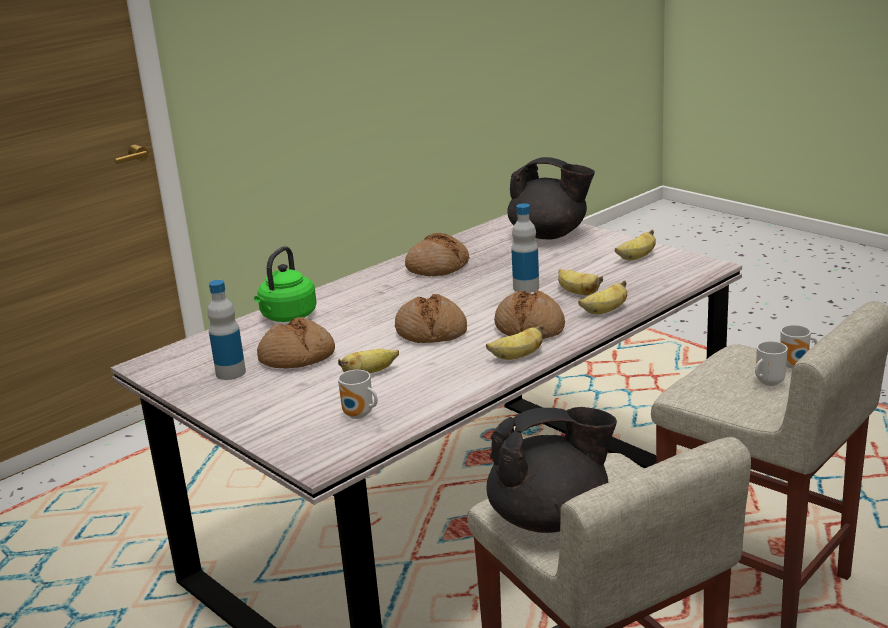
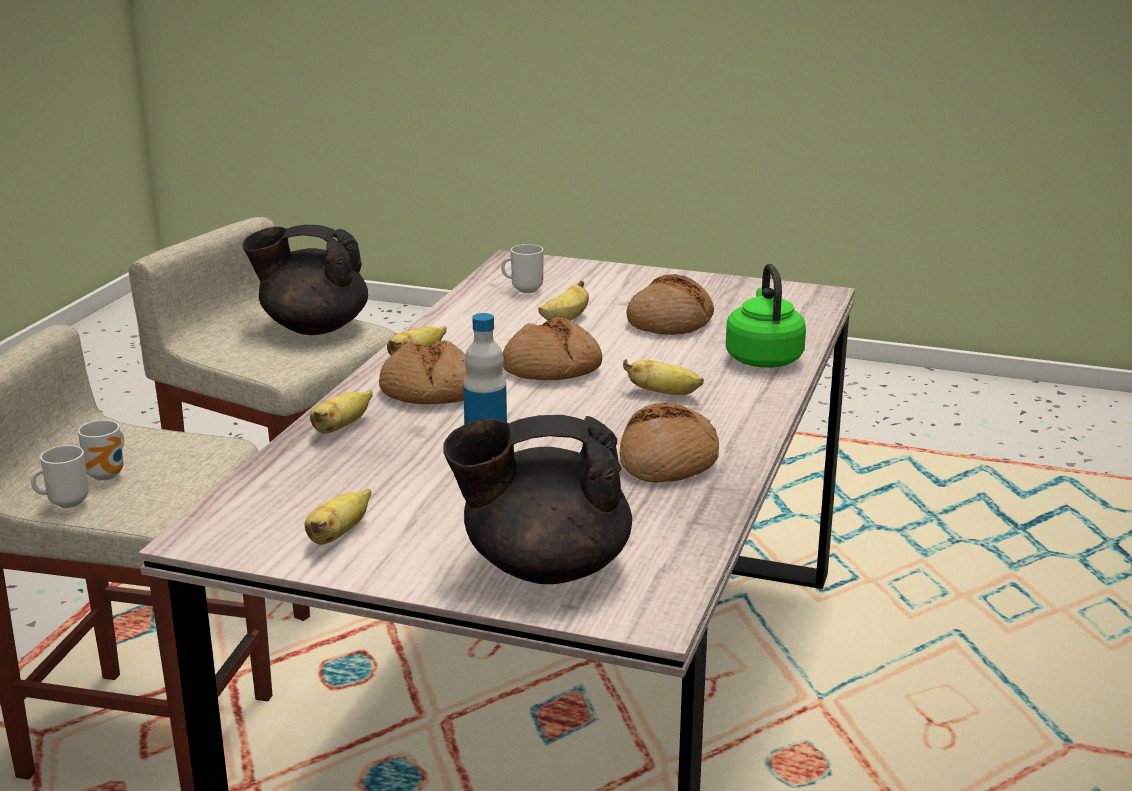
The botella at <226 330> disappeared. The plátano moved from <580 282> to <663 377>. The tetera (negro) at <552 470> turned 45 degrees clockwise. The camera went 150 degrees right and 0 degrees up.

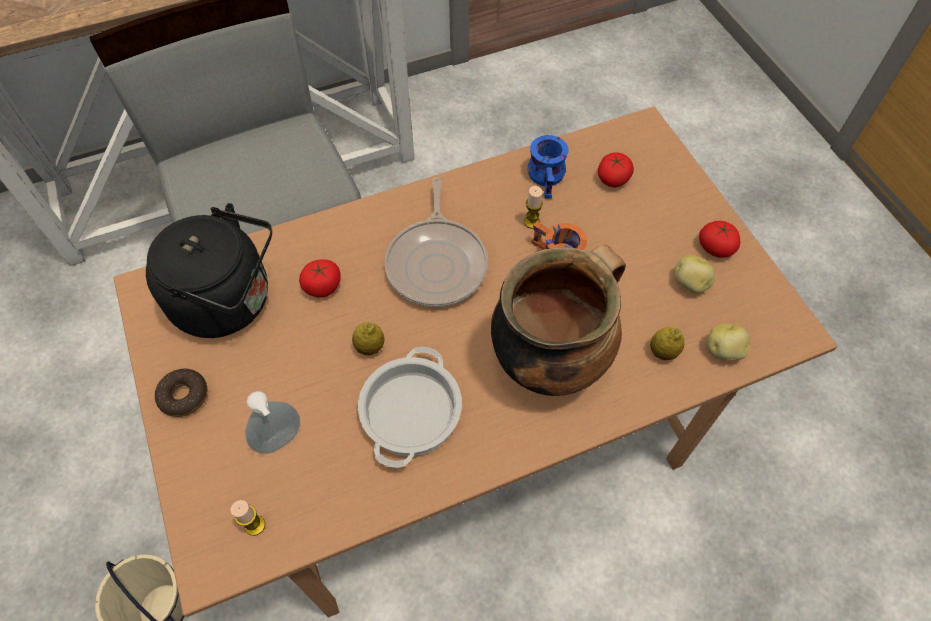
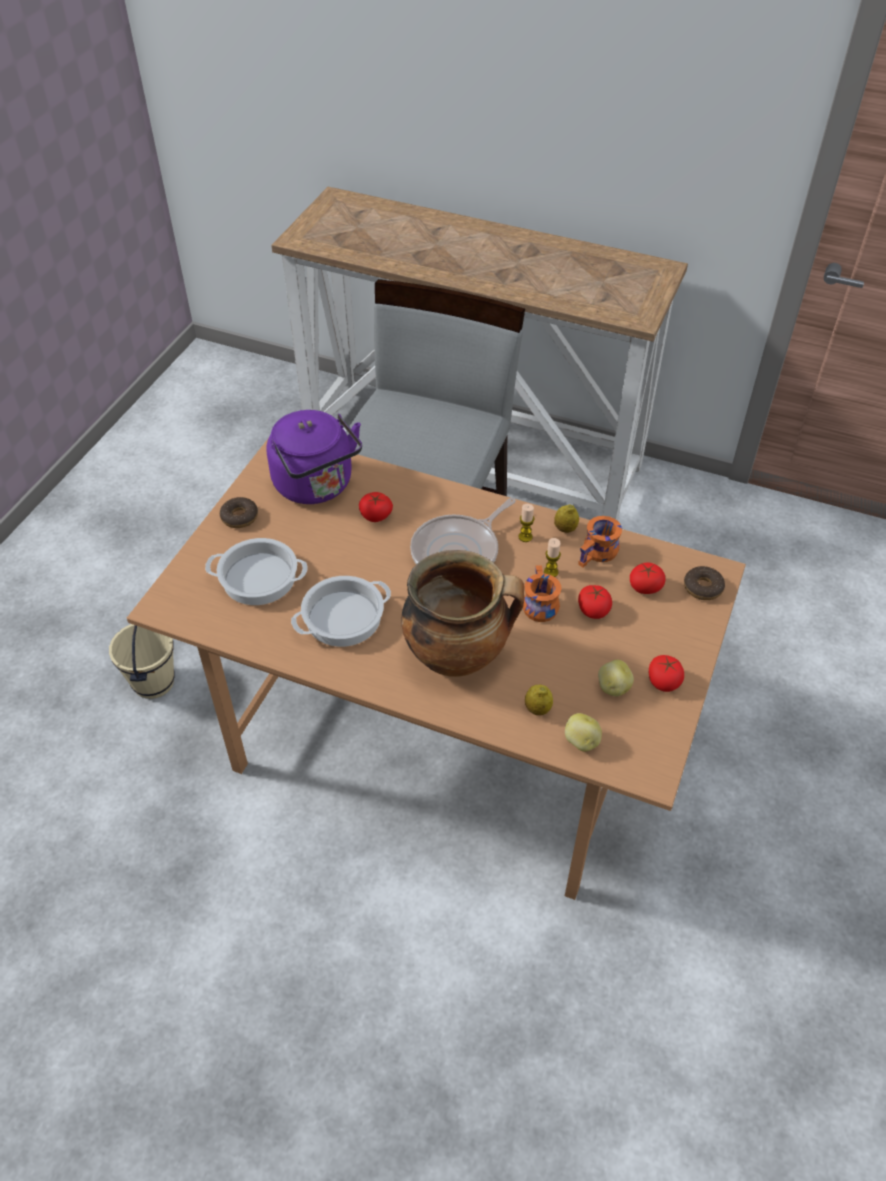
The tomate at <595 602> appeared. The rosquilla at <704 583> appeared. The vela moved from <248 518> to <526 523>. The limón moved from <368 338> to <566 518>. The dispensador de jabón at <272 422> was replaced by the olla at <256 571>. The hervidor (negro) at <209 270> became the hervidor (morado) at <314 457>. The taza grande (azul) at <548 167> became the taza grande (naranja) at <600 542>. The camera went 45 degrees right and 10 degrees down.

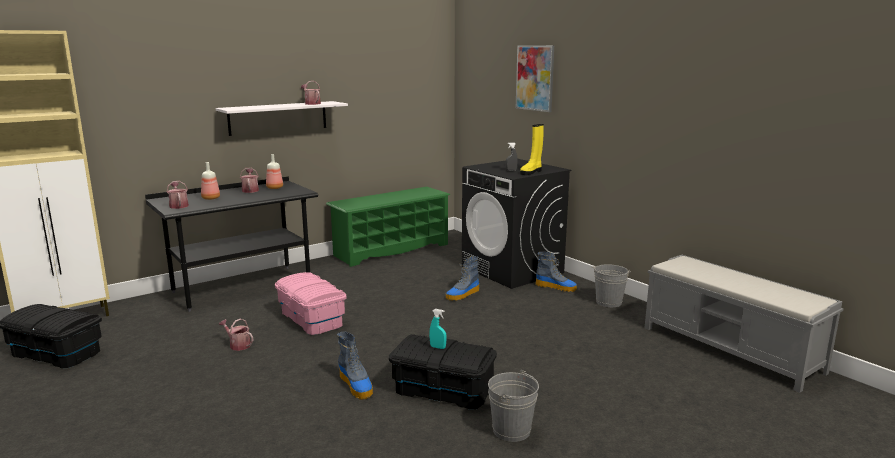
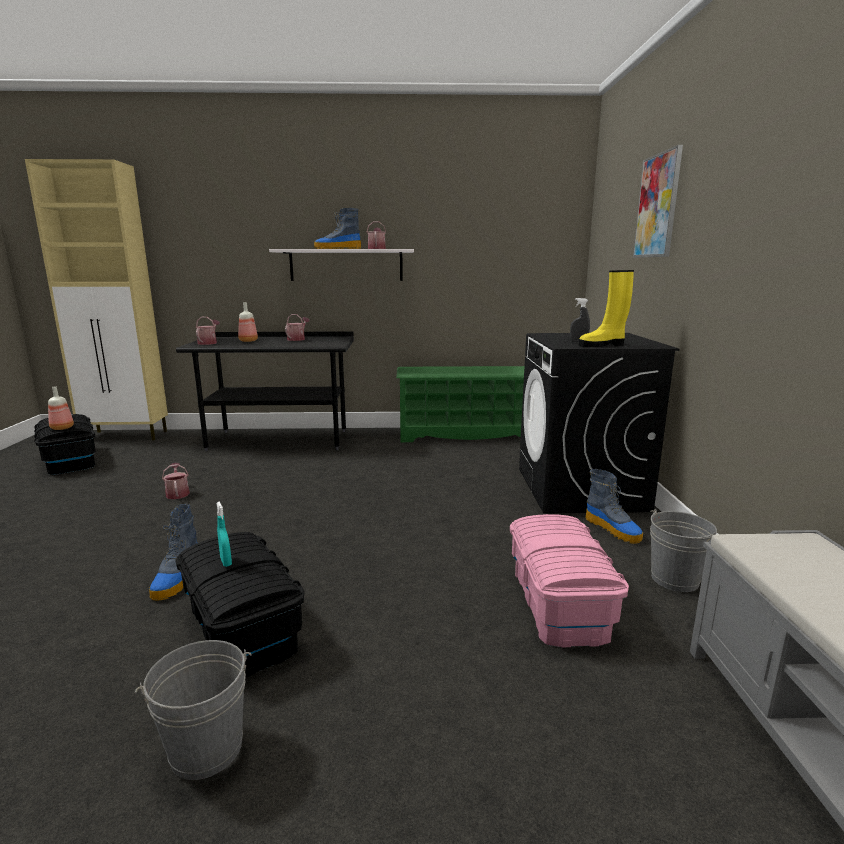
The botella moved from <274 171> to <61 408>. The caja de almacenaje (rosa) moved from <310 303> to <569 581>. The bota moved from <462 278> to <337 228>. The camera went 35 degrees right and 0 degrees up.

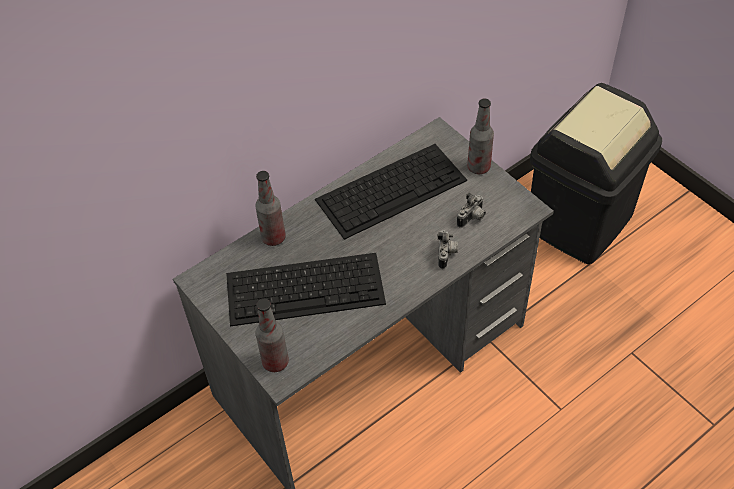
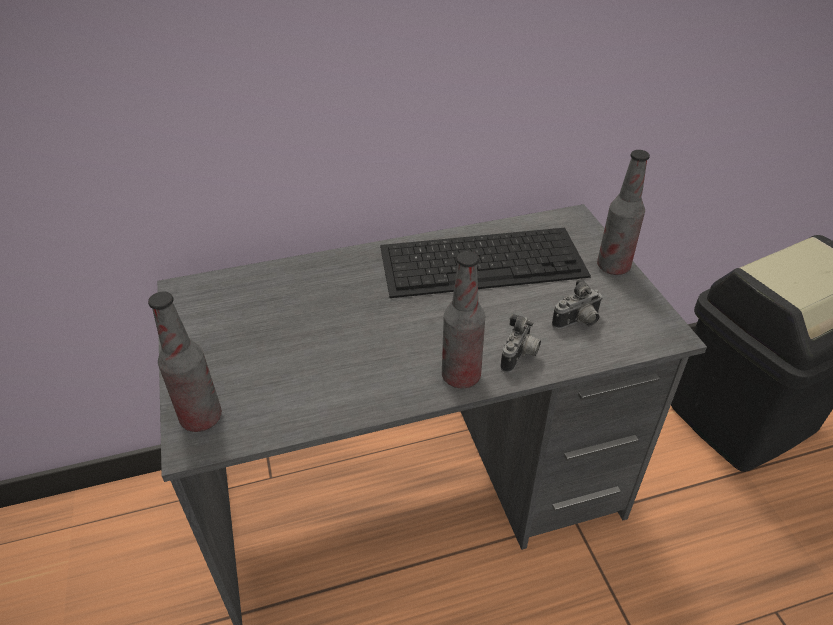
The teclado at <306 290> disappeared. The botella moved from <270 208> to <463 319>. The camera went 20 degrees right and 10 degrees down.

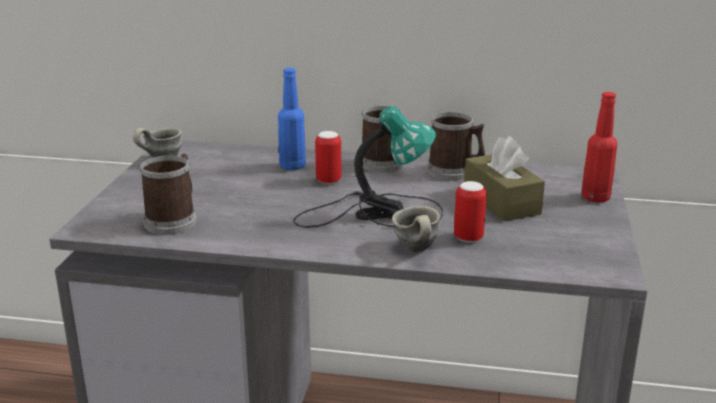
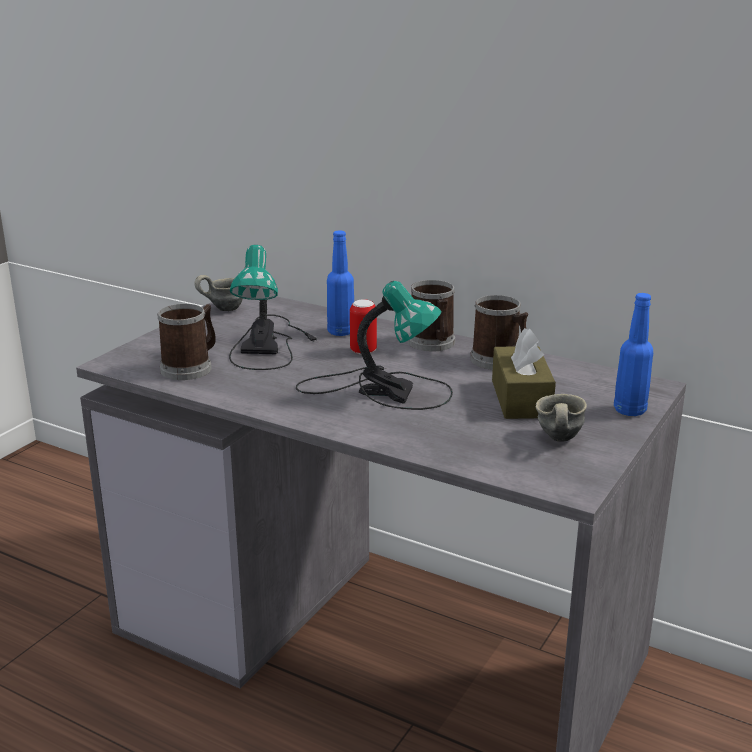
The lata at <470 211> disappeared. The lámpara de mesa at <273 307> appeared. The taza grande (gris) moved from <416 229> to <561 418>. The botella (rojo) at <599 147> became the botella (azul) at <633 354>. The camera went 20 degrees right and 0 degrees up.

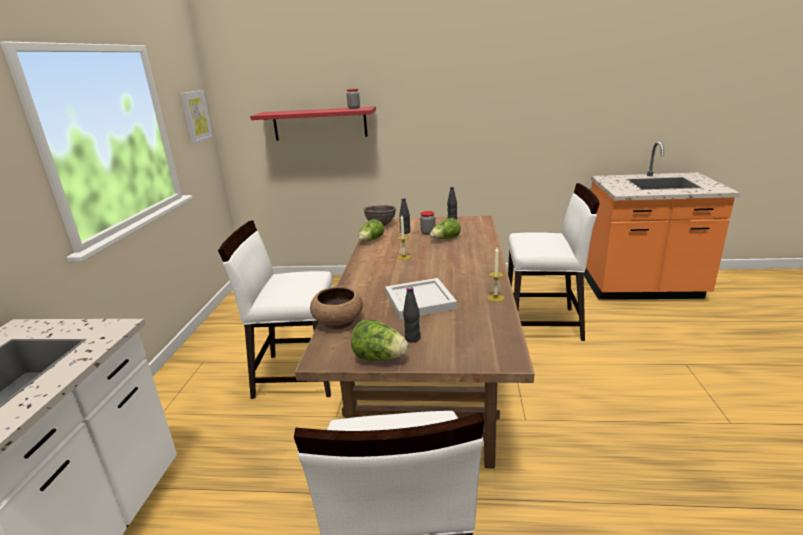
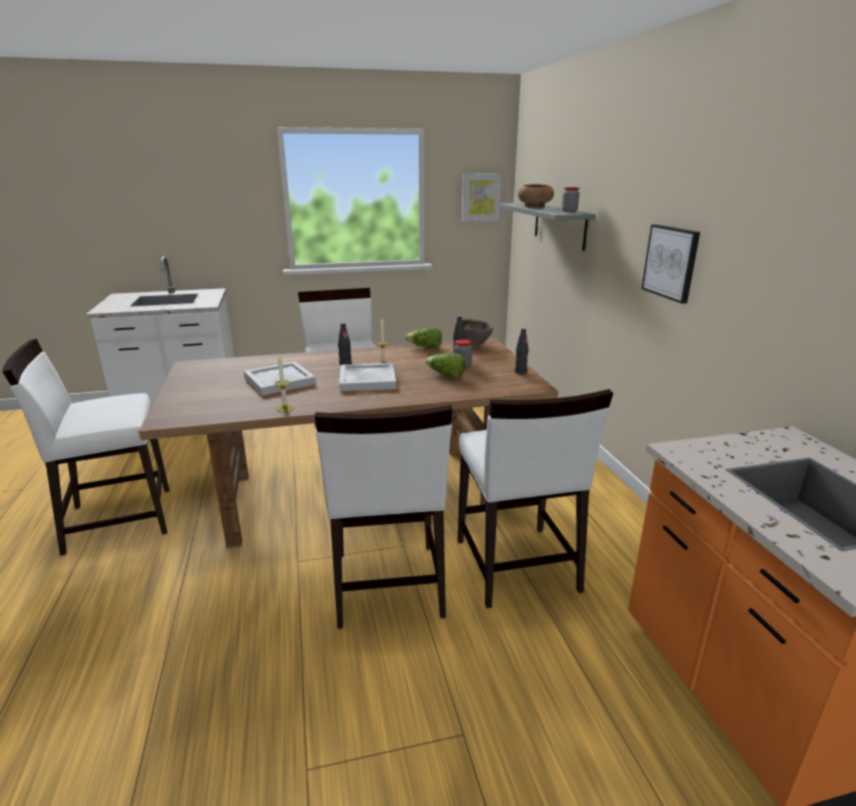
The lechuga at <379 339> disappeared. The silla (blanco) at <384 517> appeared. The bandeja (blanco) at <367 377> appeared. The cuadro at <670 264> appeared. The cuenco (marrón) moved from <336 308> to <536 196>. The botella (negro) moved from <412 315> to <345 344>. The estante (rojo) at <313 124> became the estante (gris) at <548 227>. The camera went 70 degrees right and 0 degrees up.

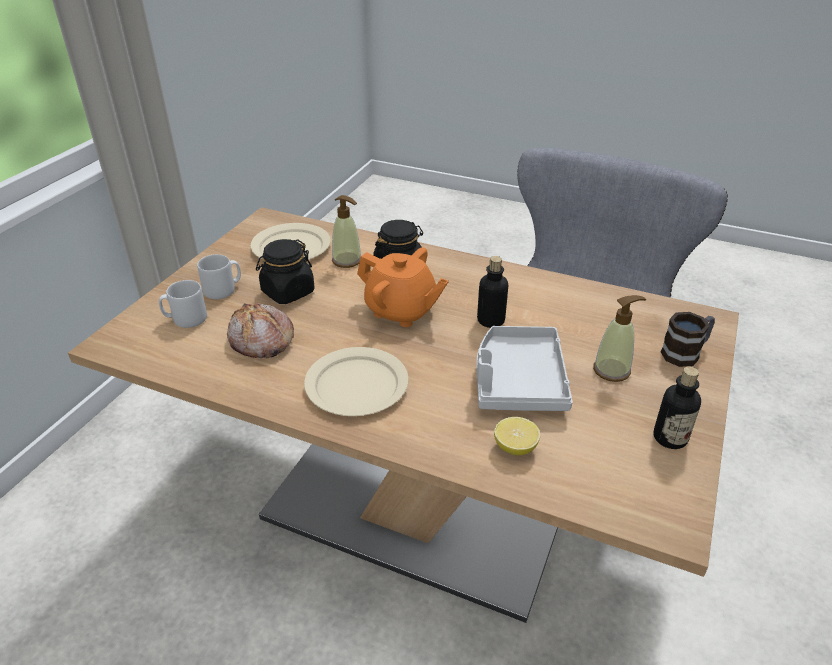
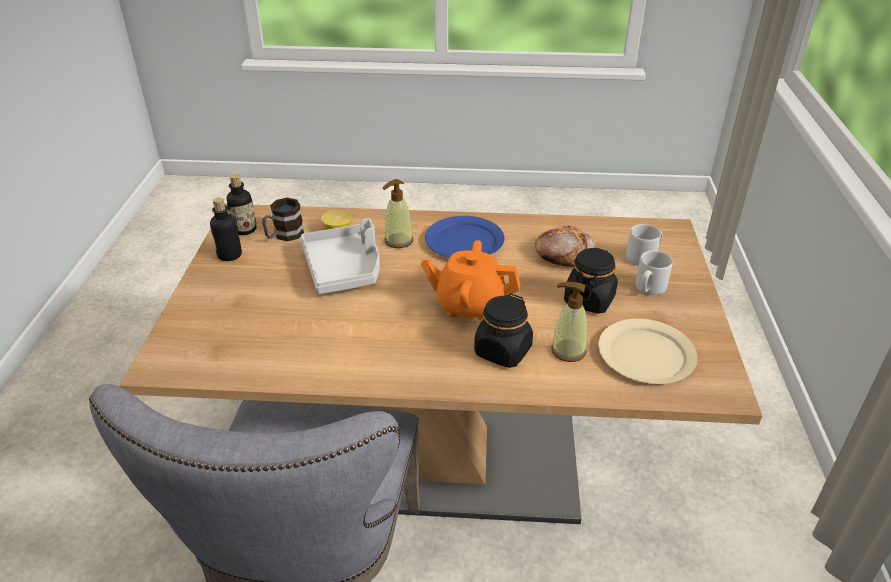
The botella moved from <492 292> to <241 204>. The dispensador de jabón moved from <619 338> to <398 213>. The taza grande moved from <688 339> to <283 219>. The plato (beis) at <356 381> became the plato (azul) at <465 237>. The camera went 160 degrees right and 0 degrees up.

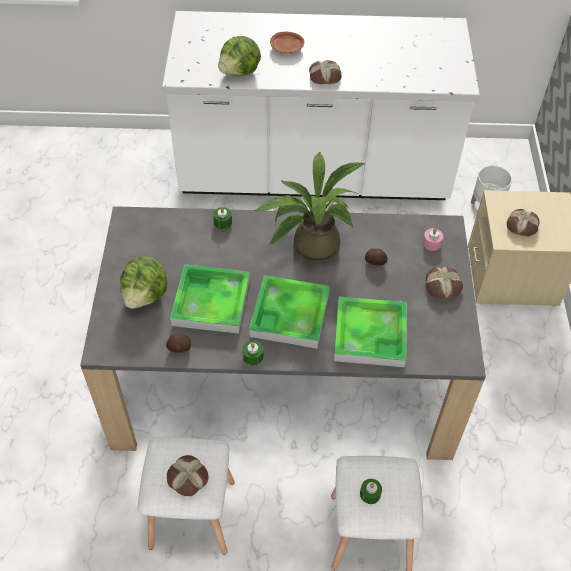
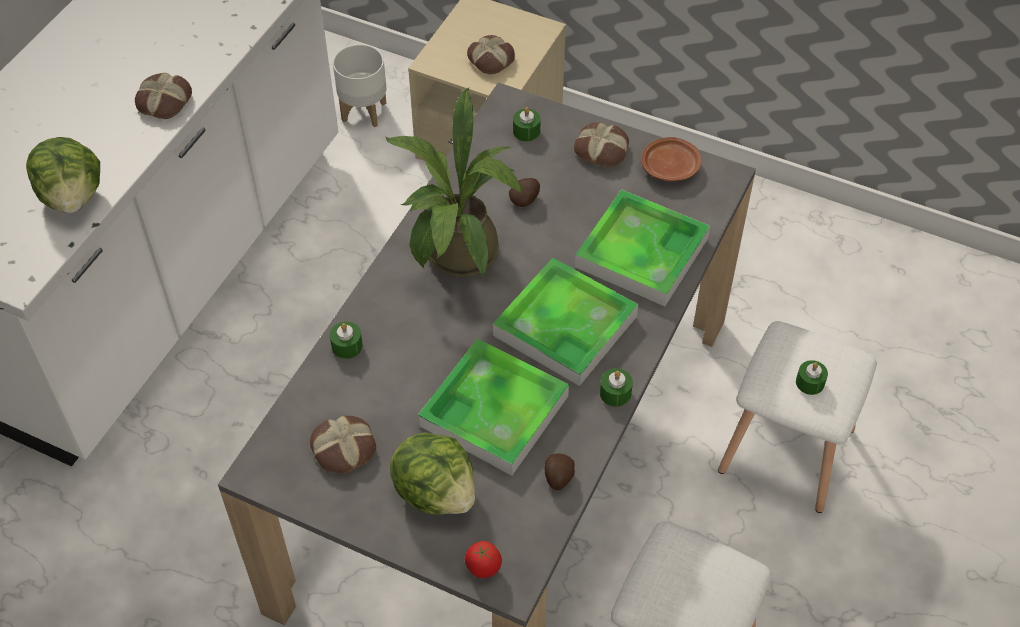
The tomate at <483 559> appeared. The pan moved from <188 475> to <343 445>. The plato (marrón) moved from <287 42> to <671 159>. The vela (rosa) at <433 239> became the vela (verde) at <527 124>. The camera went 65 degrees left and 0 degrees up.

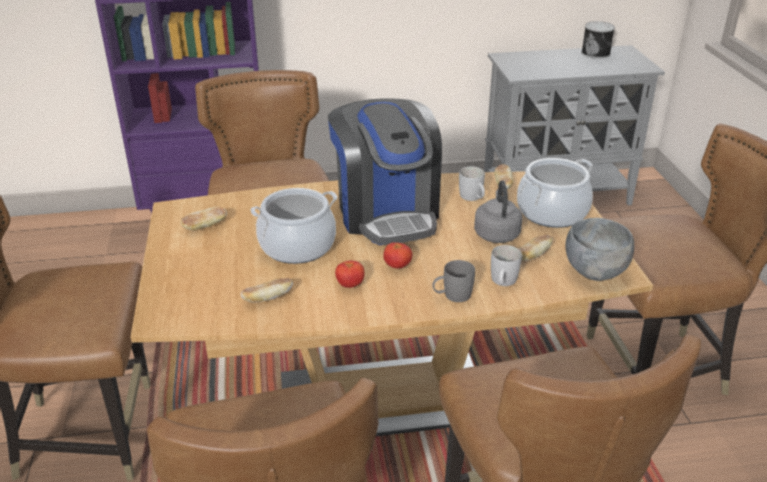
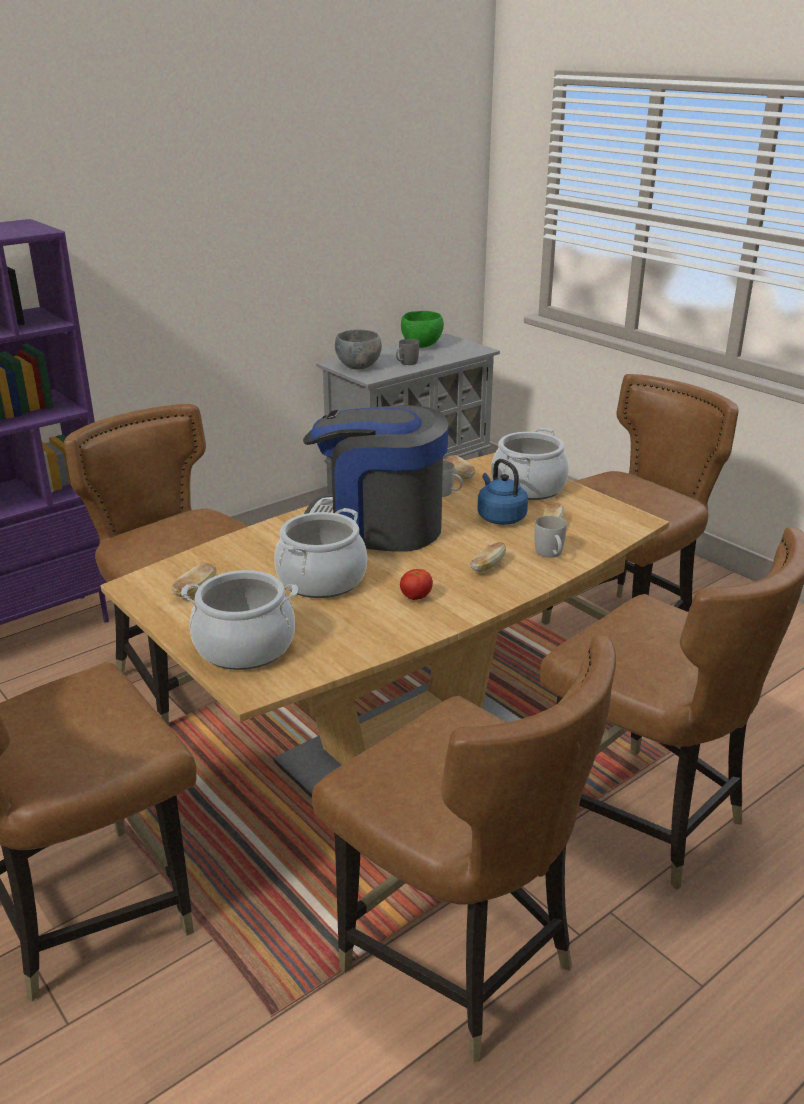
The tomate at <397 255> disappeared. The olla at <239 620> appeared. The pan moved from <267 290> to <488 557>. The taza grande (gris) moved from <453 281> to <407 352>. The cuenco (gris) moved from <599 249> to <358 349>. The lata at <598 40> was replaced by the cuenco (verde) at <422 329>. The hervidor (gris) at <498 211> became the hervidor (azul) at <502 492>. The cafetera at <385 171> turned 150 degrees clockwise. The camera went 30 degrees left and 5 degrees down.

